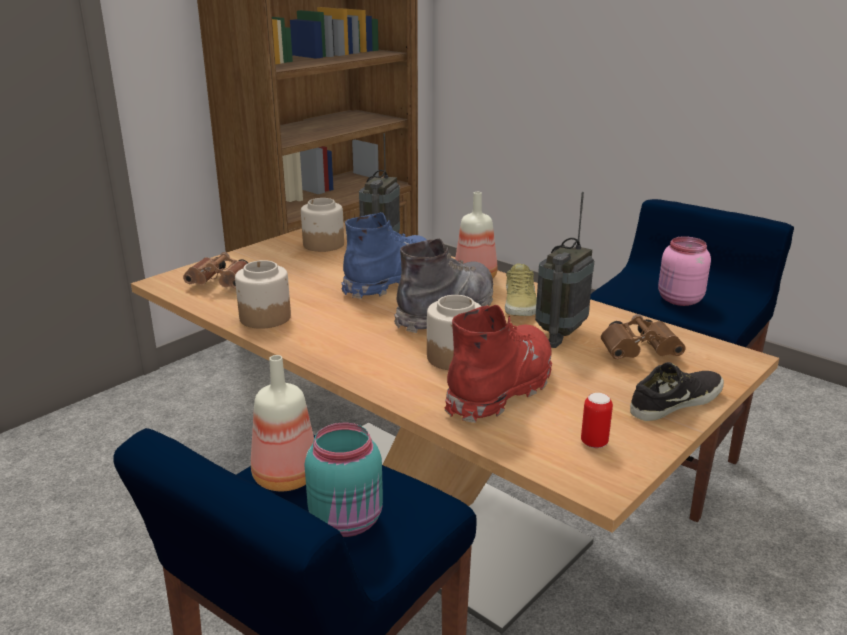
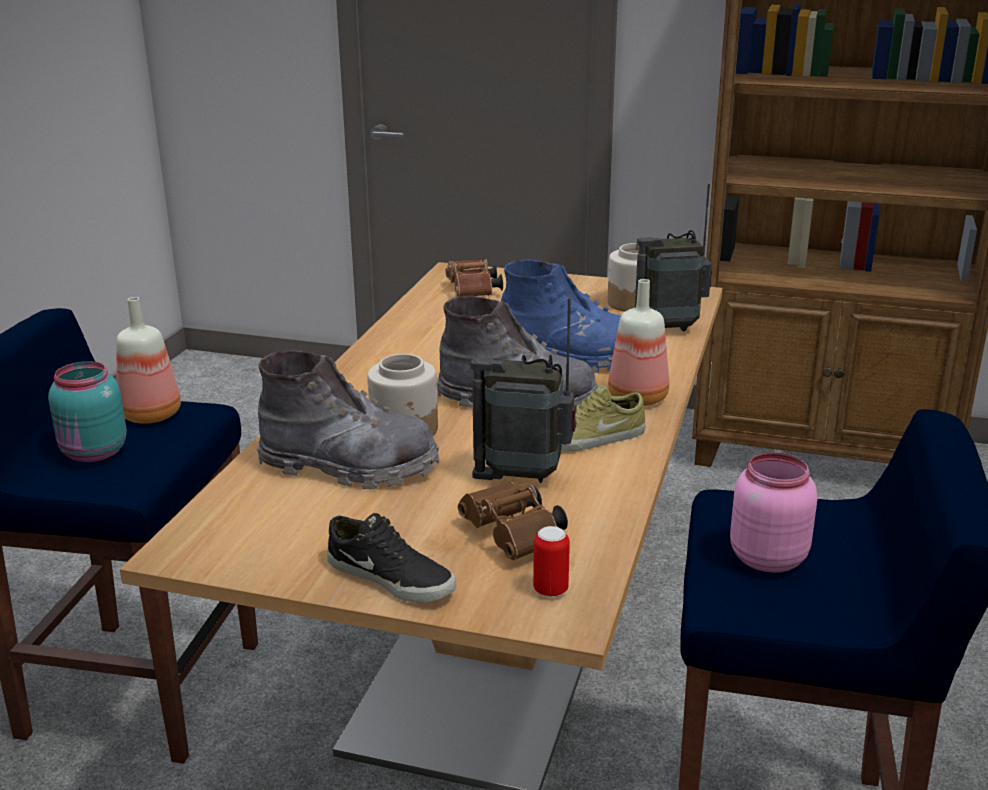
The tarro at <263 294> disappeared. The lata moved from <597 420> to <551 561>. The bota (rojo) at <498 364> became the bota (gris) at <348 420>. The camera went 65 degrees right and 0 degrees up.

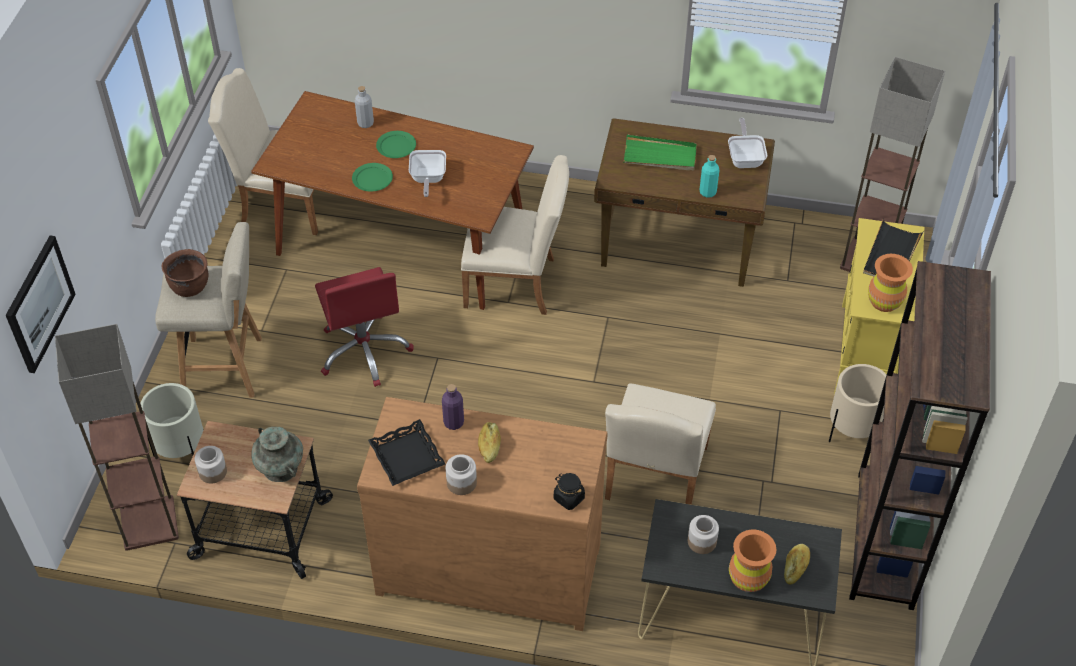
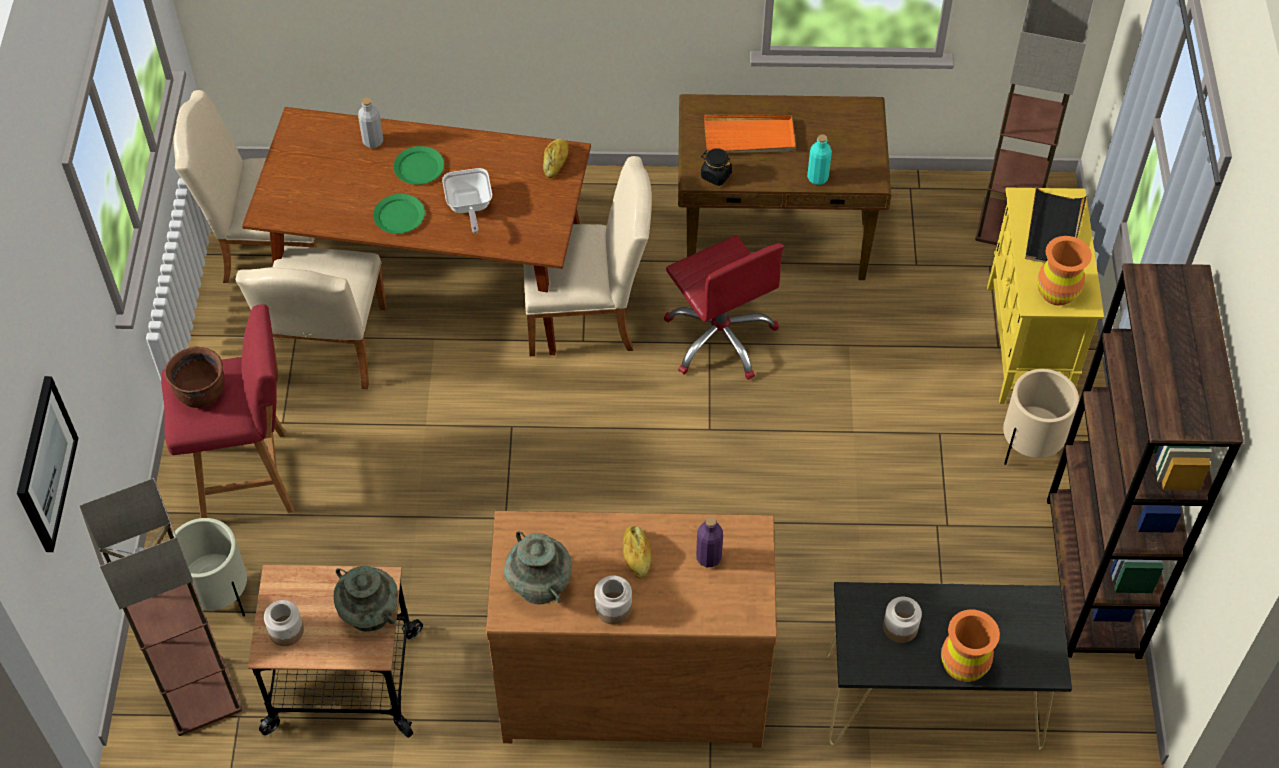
The sartén at <747 143> disappeared. The silla de oficina (rojo) moved from <364 327> to <724 307>. The botella (morado) moved from <453 407> to <709 541>. The tarro (negro) moved from <569 491> to <716 167>. The silla (beis) moved from <660 444> to <311 317>. The pan moved from <797 564> to <556 158>. The bandeja (negro) at <406 452> was replaced by the florero (turquesa) at <538 567>. The taburete (beis) at <208 310> became the taburete (rojo) at <227 411>. The bandeja (verde) at <660 153> became the bandeja (naranja) at <750 134>. The camera went 10 degrees left and 5 degrees up.

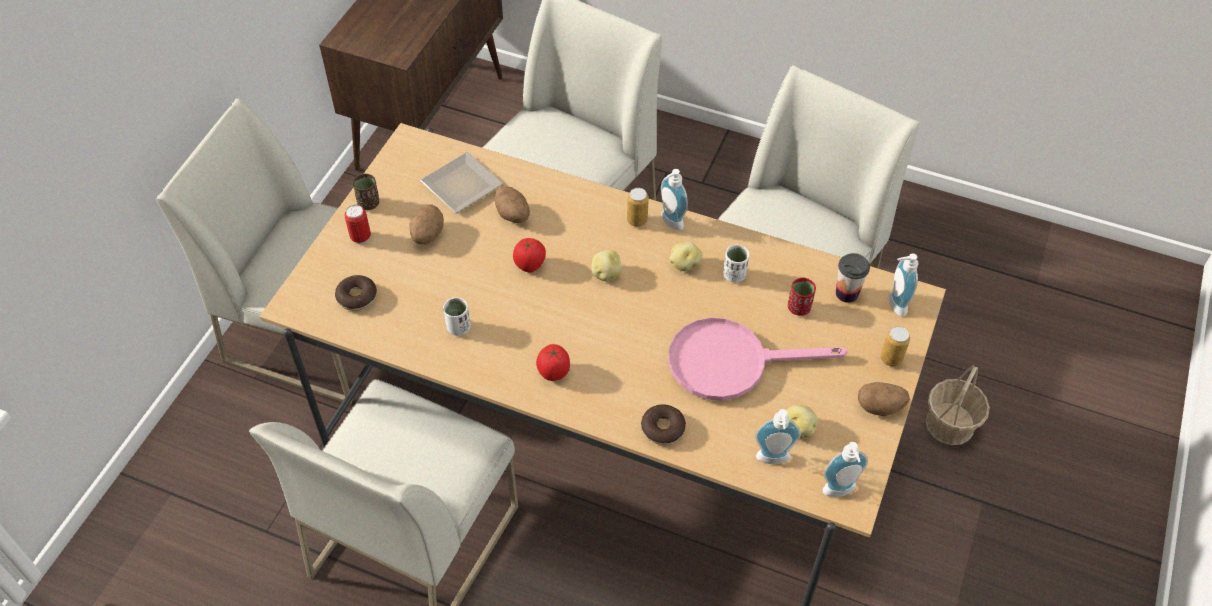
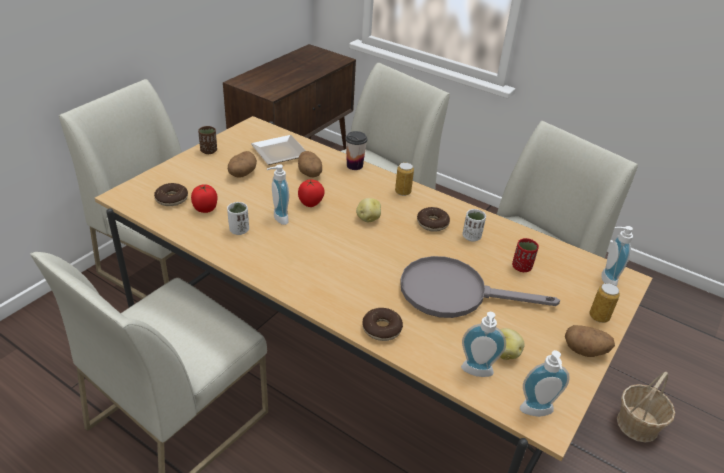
The lata at <357 224> disappeared. The tomate moved from <553 362> to <204 198>. The dispensador de jabón moved from <674 199> to <278 194>. The taza moved from <853 278> to <356 150>. The patata at <686 256> was replaced by the rosquilla at <433 219>. The sartén (rosa) at <758 359> became the sartén (gris) at <480 287>. The camera went 10 degrees right and 15 degrees down.

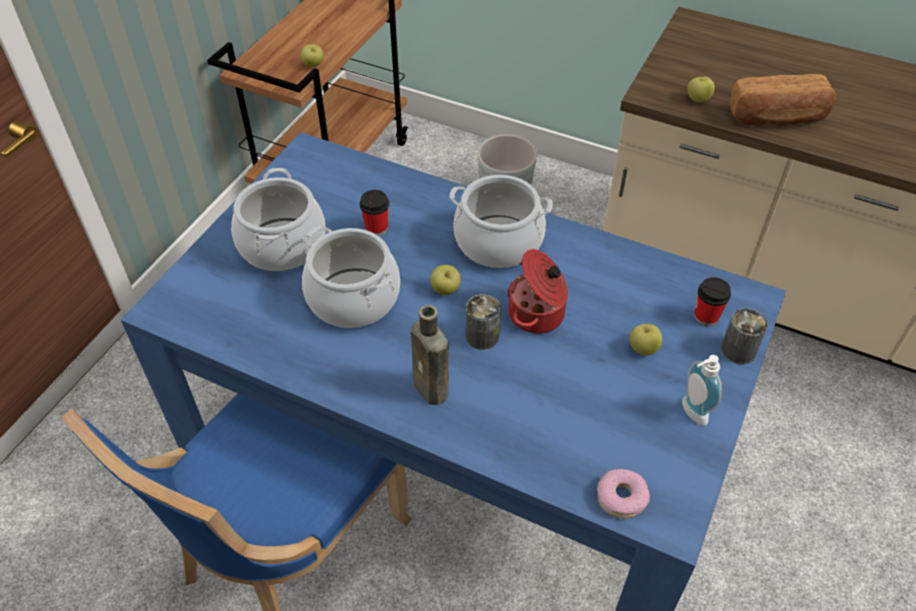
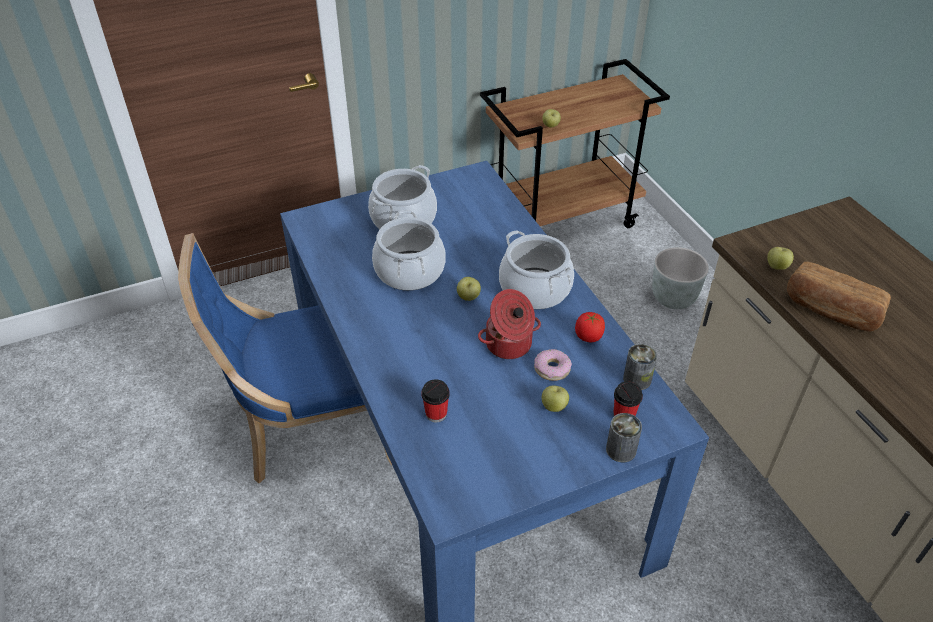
The botella (marrón) at <430 355> disappeared. The dispensador de jabón at <702 390> disappeared. The tomate at <590 327> appeared. The taza moved from <374 213> to <435 400>. The lata moved from <483 322> to <640 367>. The rosquilla moved from <623 494> to <553 365>. The camera went 40 degrees right and 5 degrees down.

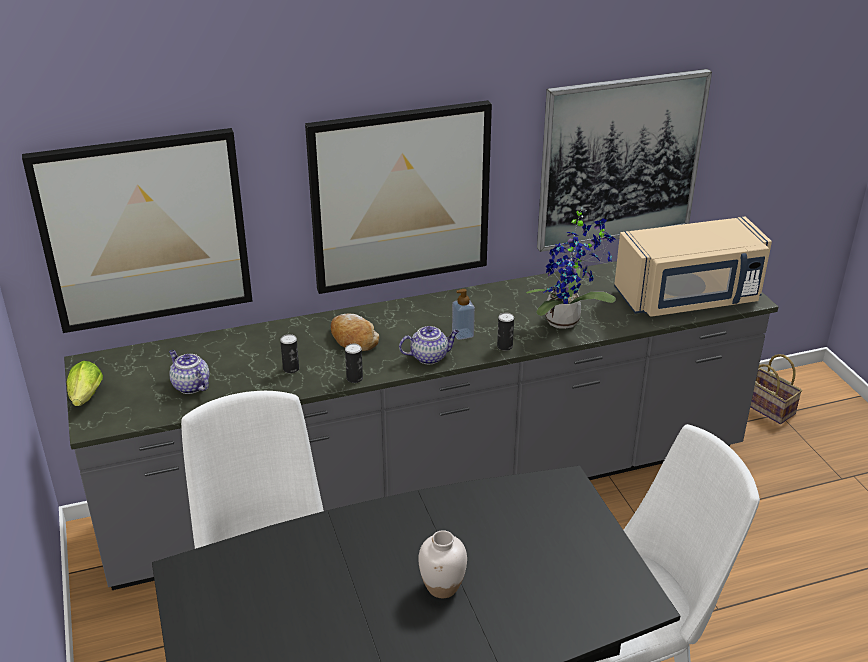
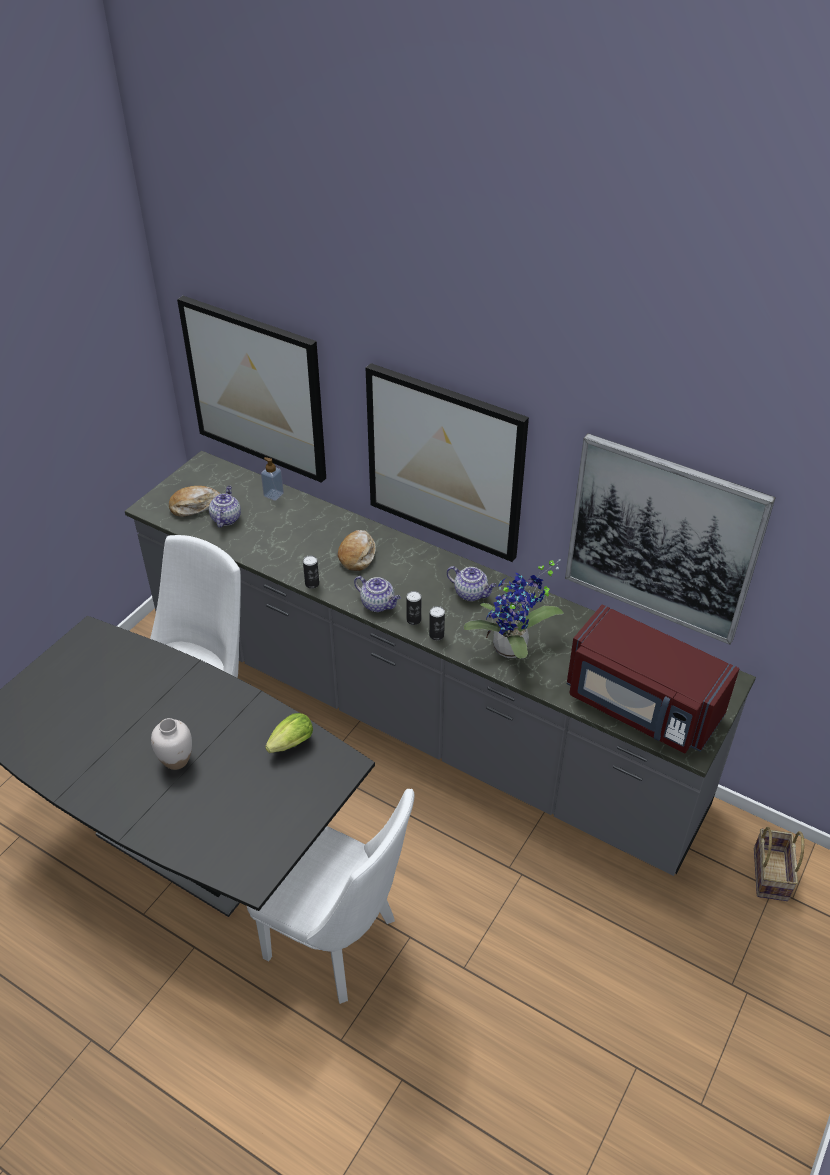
The pan at <194 501> appeared. The tetera at <472 583> appeared. The lechuga moved from <85 383> to <289 733>. The lata moved from <289 353> to <413 608>. The dispensador de jabón moved from <463 314> to <272 479>. The microondas (beis) at <693 267> became the microondas (rojo) at <653 679>. The camera went 50 degrees right and 10 degrees up.

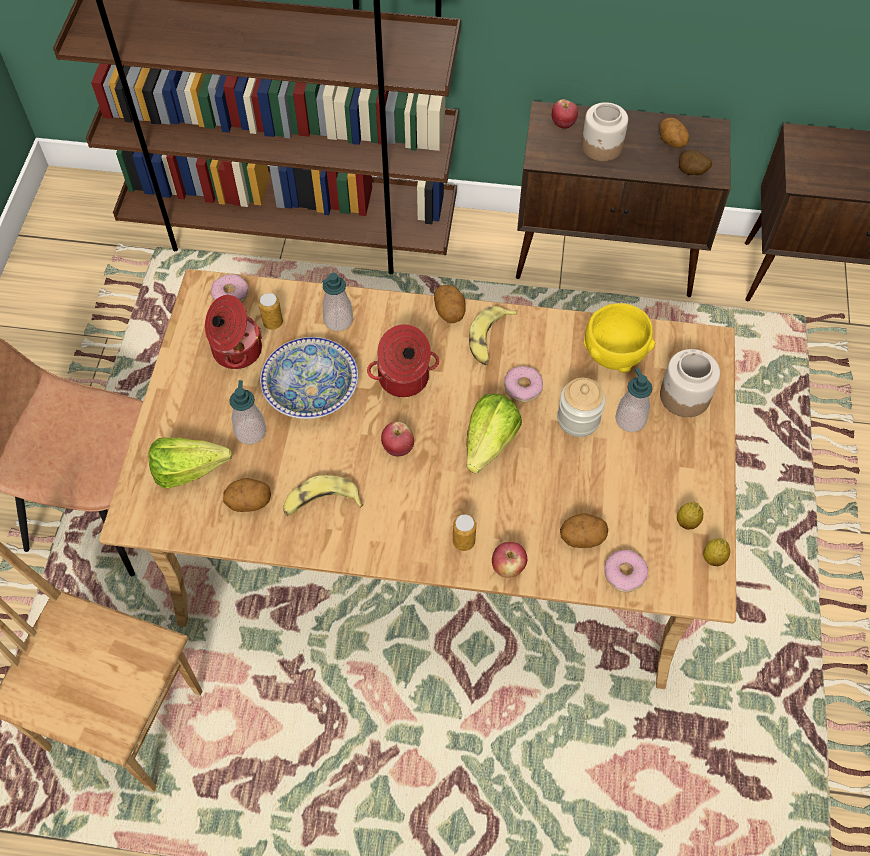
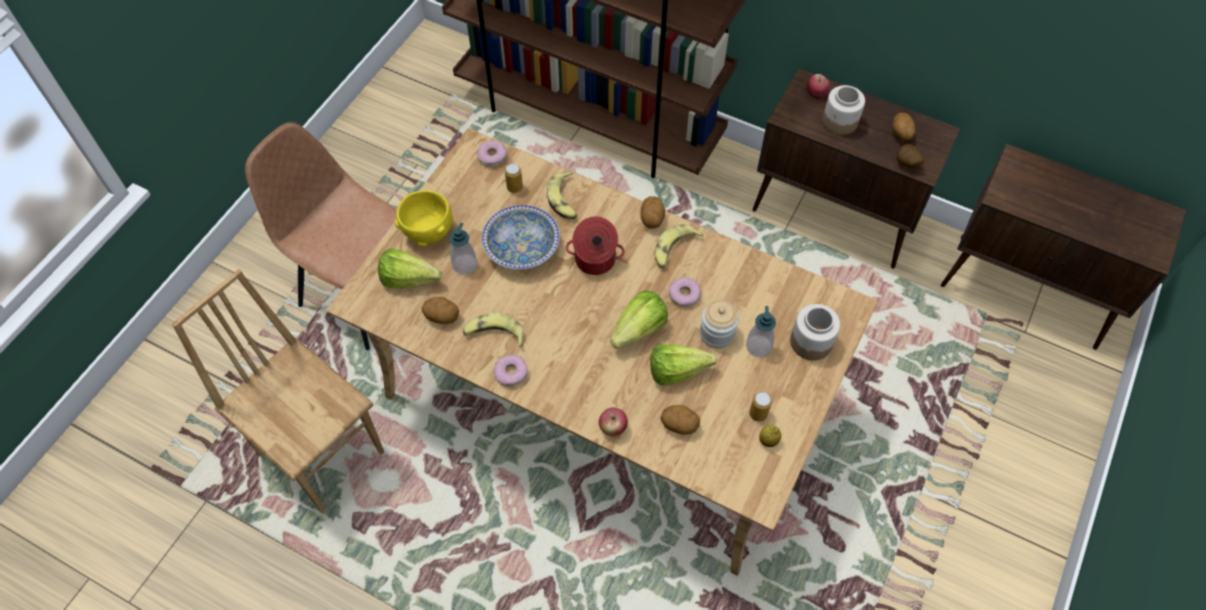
The olla at <233 332> disappeared. The manzana at <397 439> disappeared. The limón at <716 552> disappeared. The lechuga at <683 365> appeared. The lata moved from <464 532> to <760 407>. The cuenco (amarillo) moved from <619 338> to <424 218>. The rosquilla moved from <626 571> to <511 371>. The dispensador de jabón at <337 302> was replaced by the plátano at <562 195>. The camera went 20 degrees right and 0 degrees up.

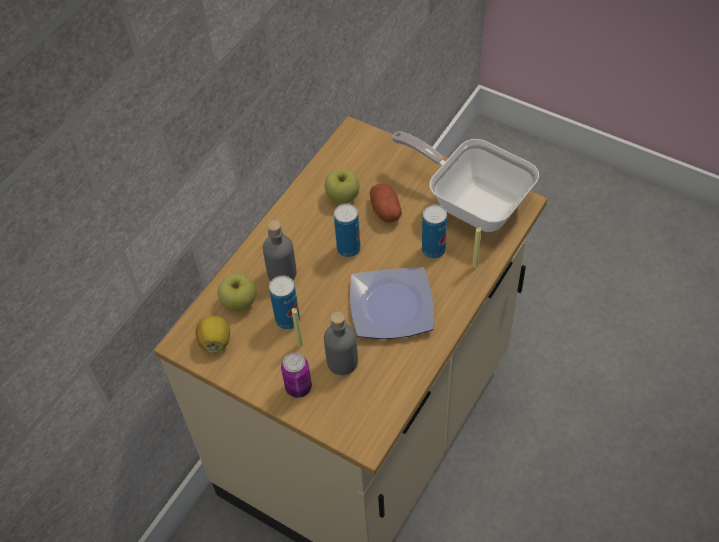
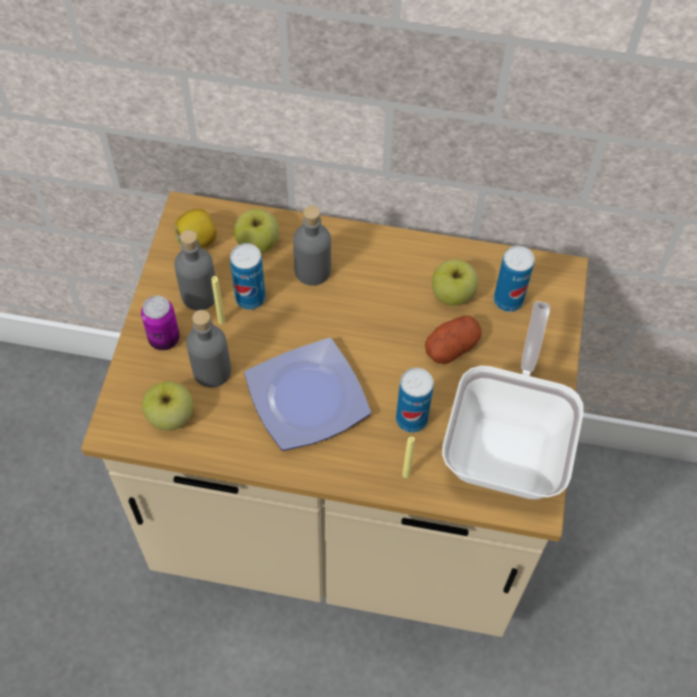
The manzana at <167 406> appeared. The botella (gris) at <194 270> appeared. The lata moved from <347 230> to <514 279>. The camera went 65 degrees right and 5 degrees up.

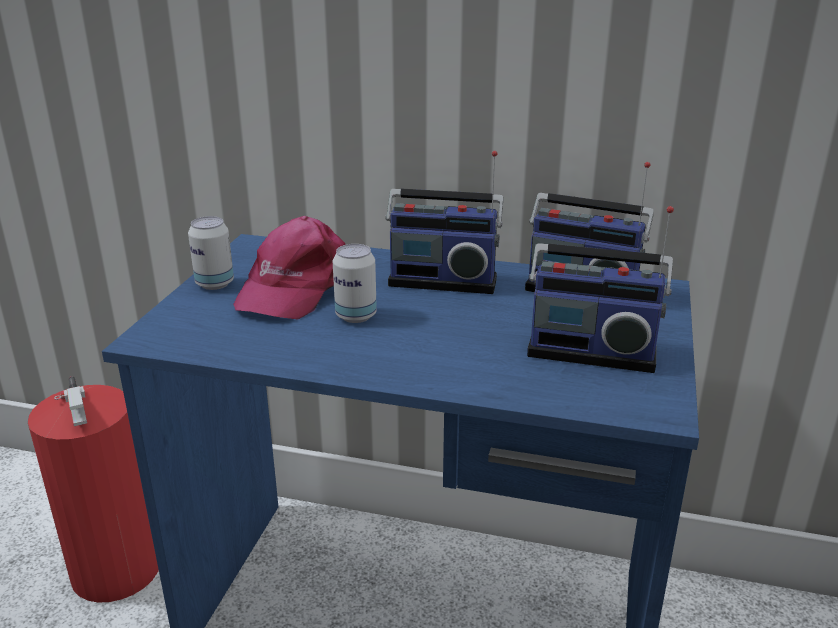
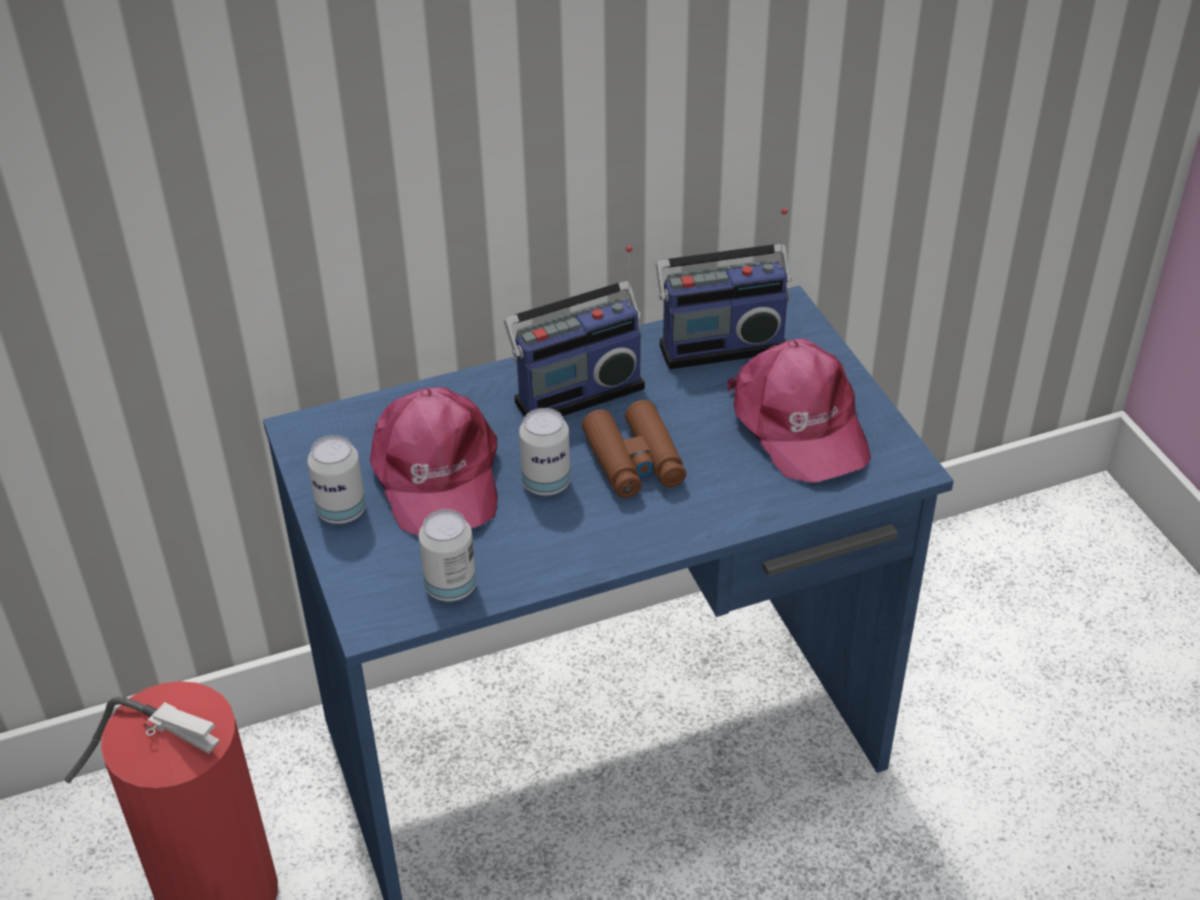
The lata at <447 555> appeared. The prismáticos (marrón) at <634 449> appeared. The radio at <600 289> was replaced by the gorra (rosa) at <799 410>. The camera went 35 degrees left and 15 degrees up.

